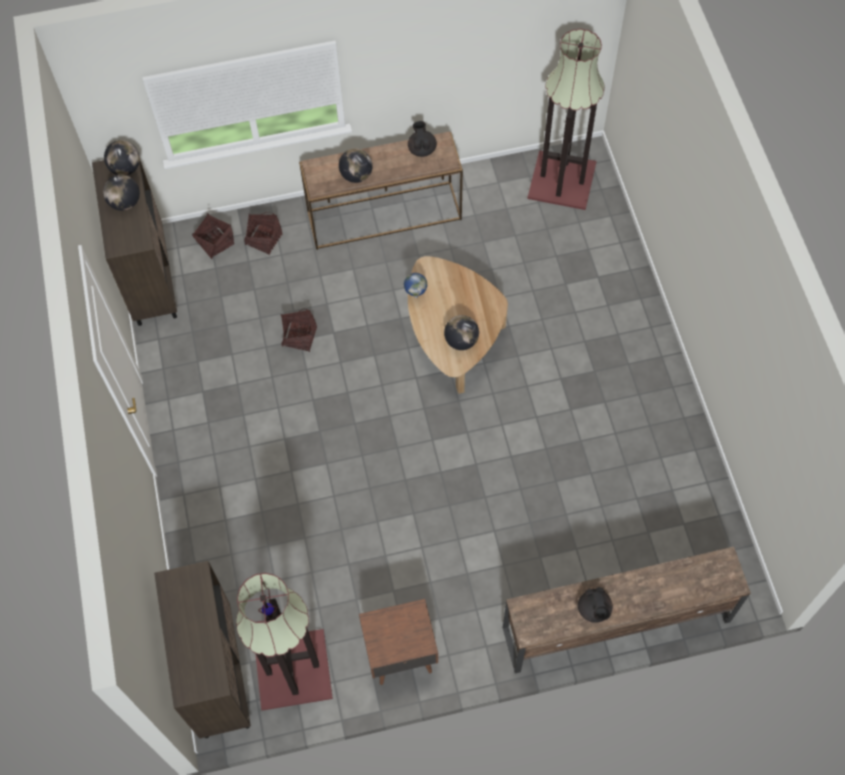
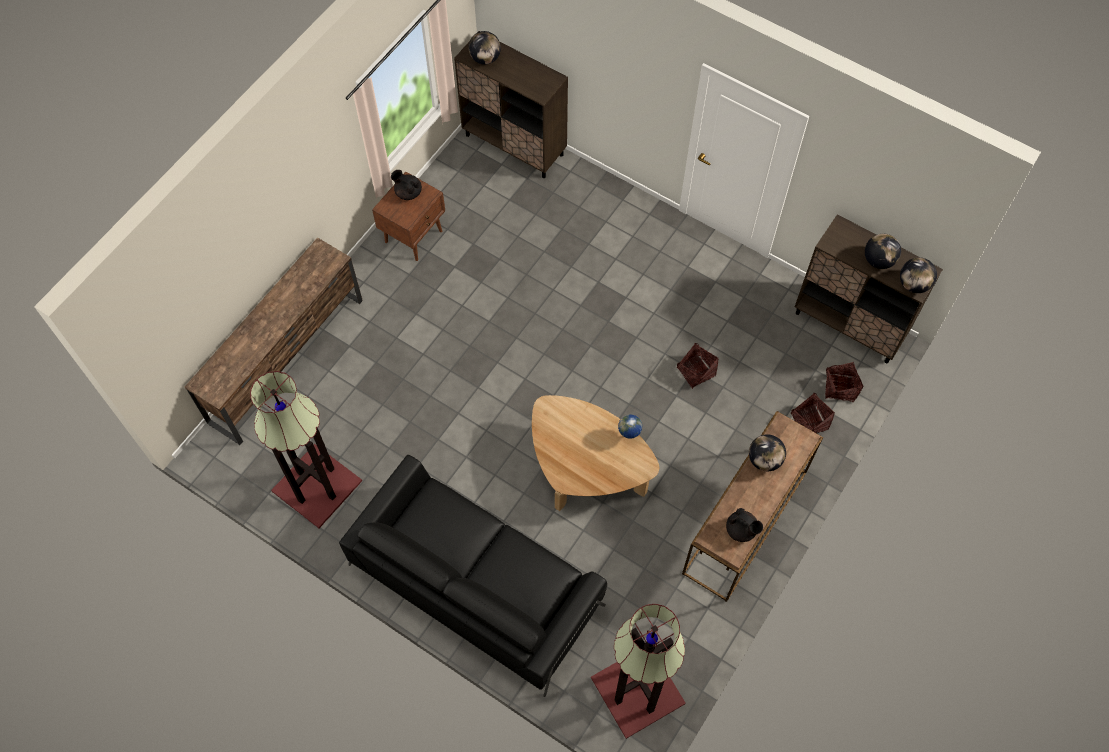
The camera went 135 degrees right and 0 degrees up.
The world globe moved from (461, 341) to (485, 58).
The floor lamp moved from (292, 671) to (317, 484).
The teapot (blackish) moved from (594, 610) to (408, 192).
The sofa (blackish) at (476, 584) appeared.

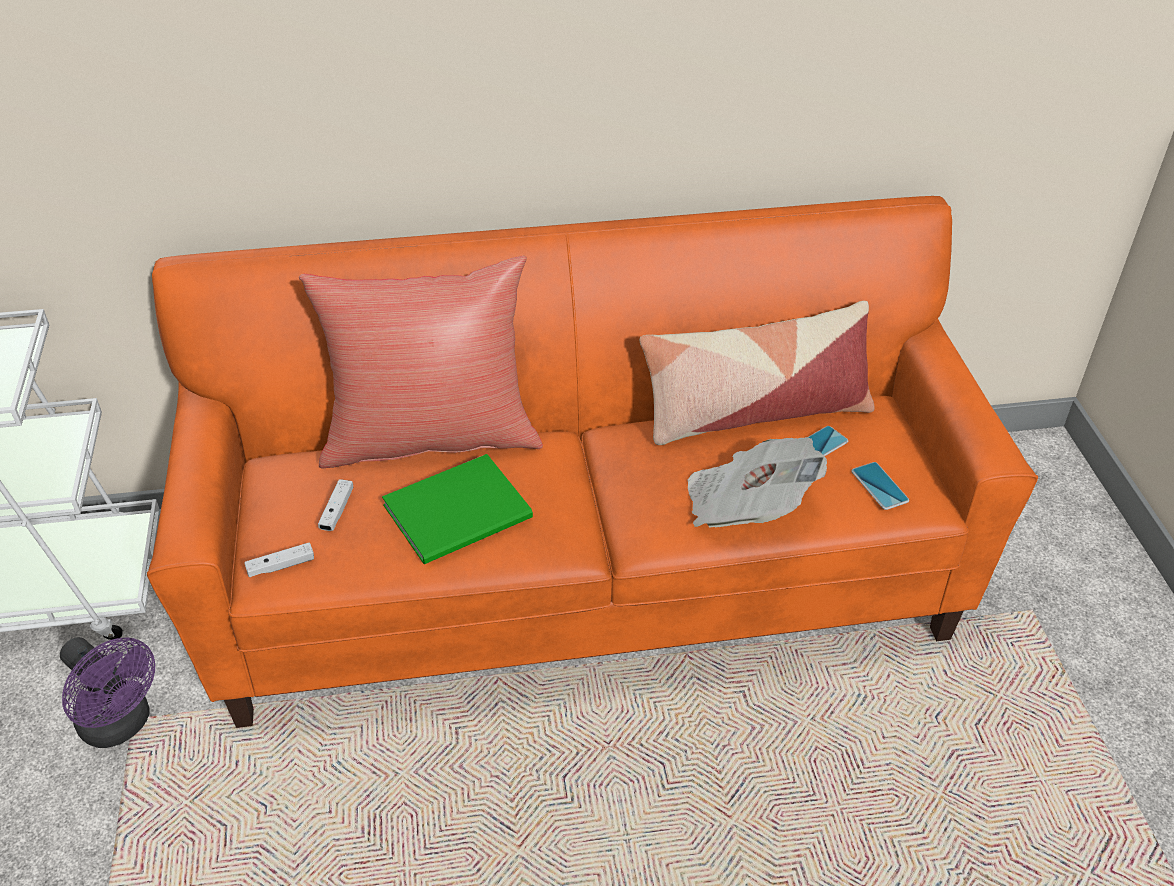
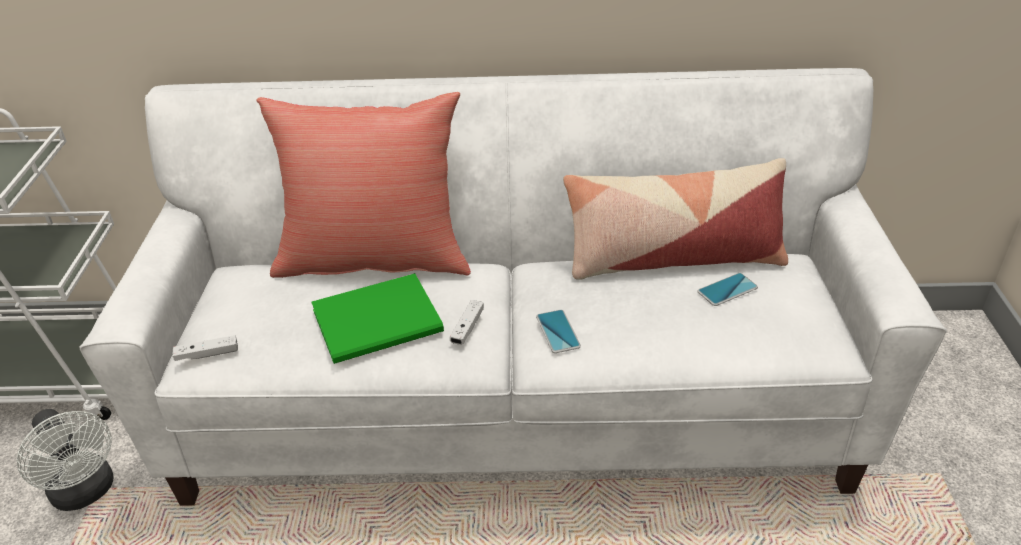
The camera went 10 degrees right and 5 degrees down.
The sofa (orange-coloured) at (584, 583) became the sofa (white-coloured) at (514, 409).
The daily paper at (747, 506) disappeared.
The telephone moved from (879, 486) to (557, 332).
The game controller (white-coloured) moved from (337, 511) to (467, 328).
The electric fan (purple) at (121, 725) became the electric fan (white-coloured) at (86, 493).

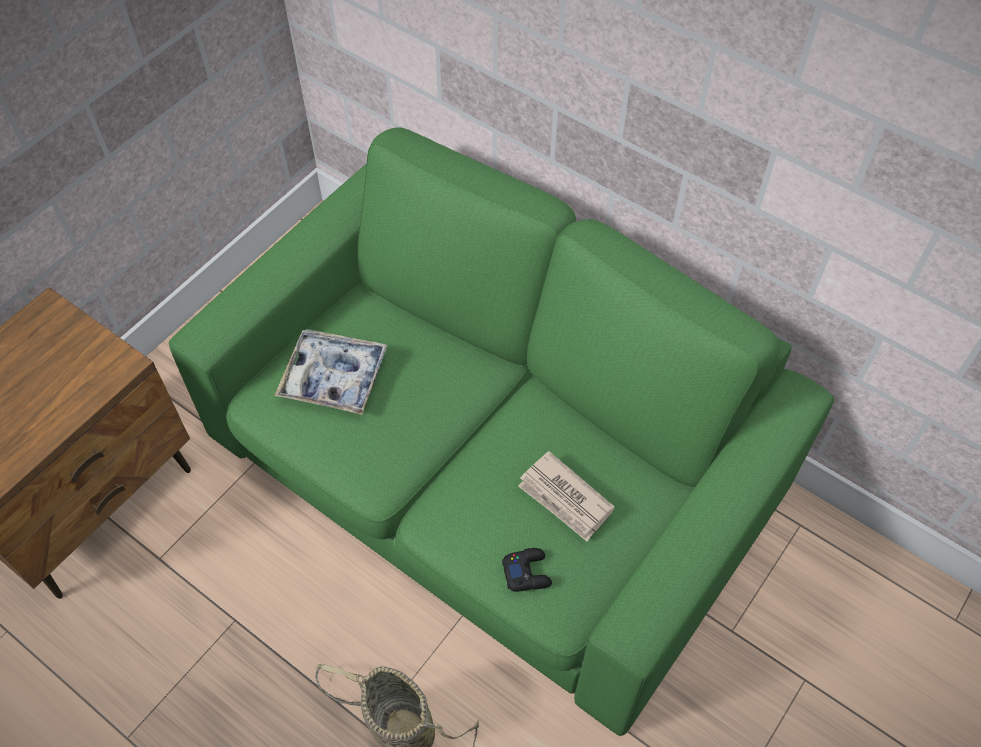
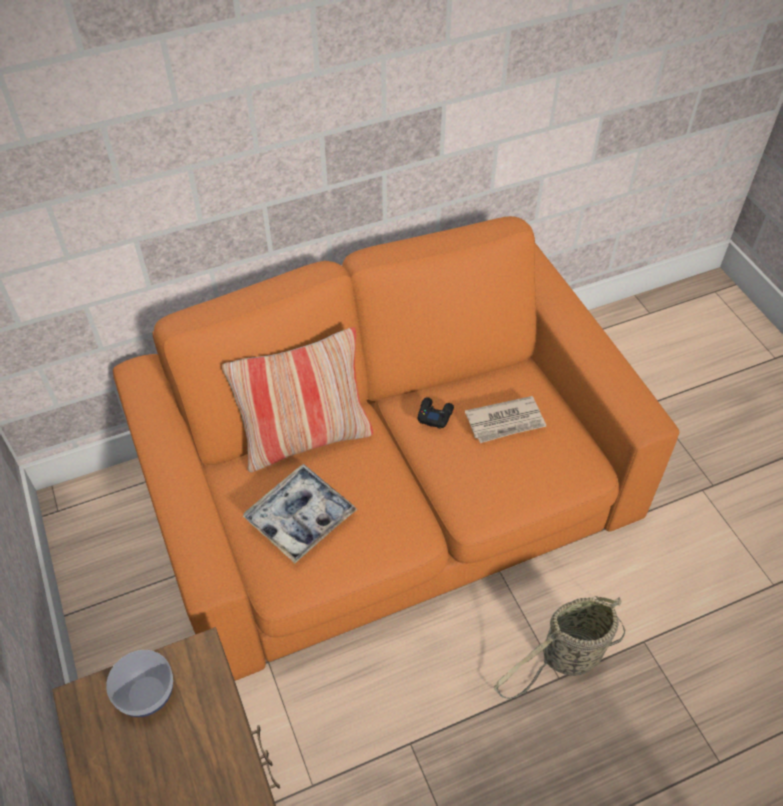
The camera went 60 degrees left and 5 degrees down.
The sofa (greenish) at (491, 468) became the sofa (orange-coloured) at (391, 495).
The game controller (blackish) moved from (527, 572) to (434, 415).
The cushion at (306, 438) appeared.
The bowl at (147, 694) appeared.

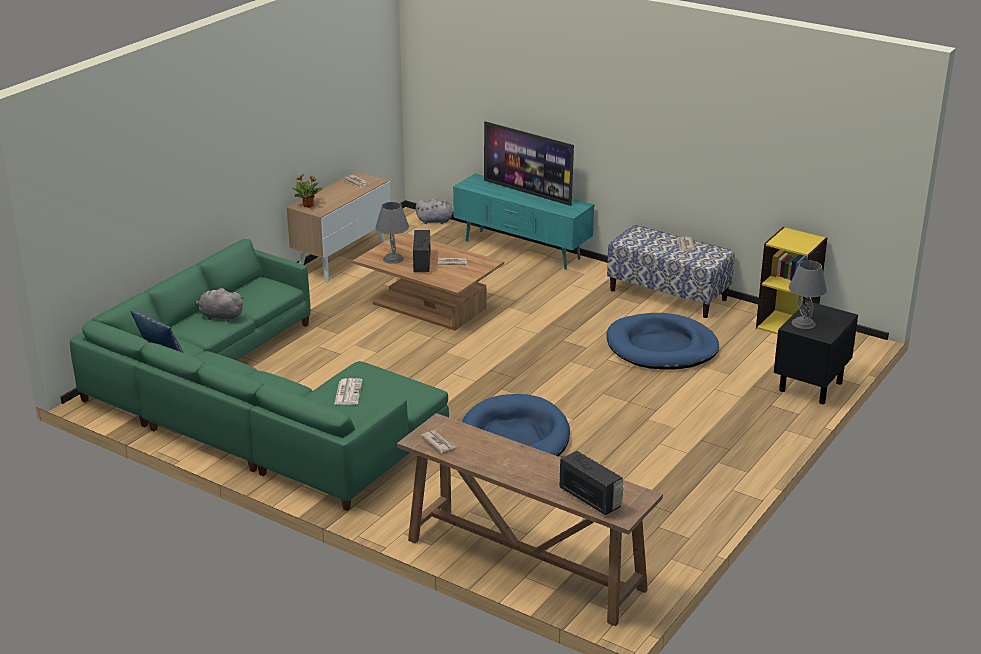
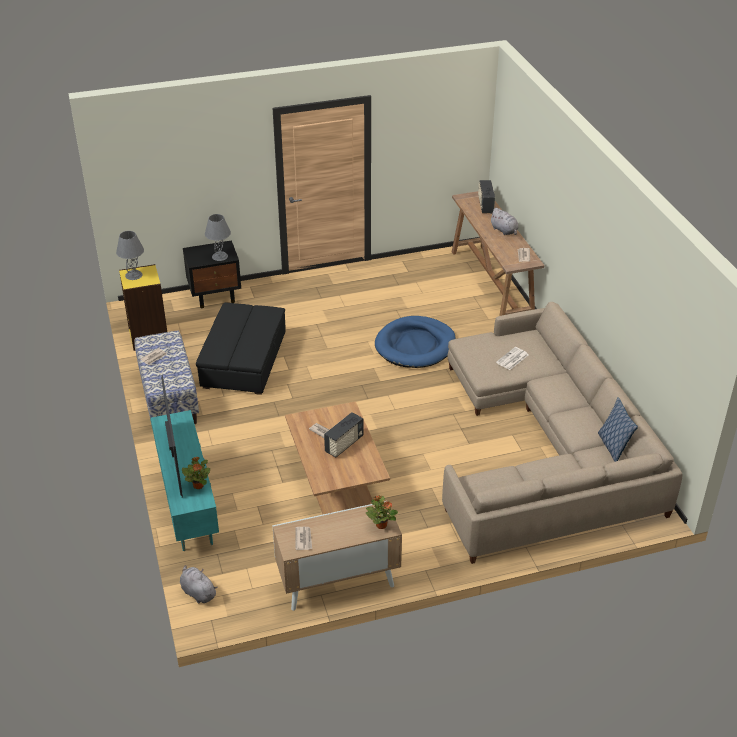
The camera went 140 degrees left and 10 degrees up.
The table lamp (gray) moved from (393, 258) to (134, 275).
The sofa (greenish) at (255, 405) became the sofa (beige-coloured) at (547, 448).
The soft toy (gray) moved from (220, 316) to (504, 231).
The dog cushion (blue) at (661, 347) was replaced by the footrest (blackish) at (244, 360).
The potted plant at (198, 485) appeared.

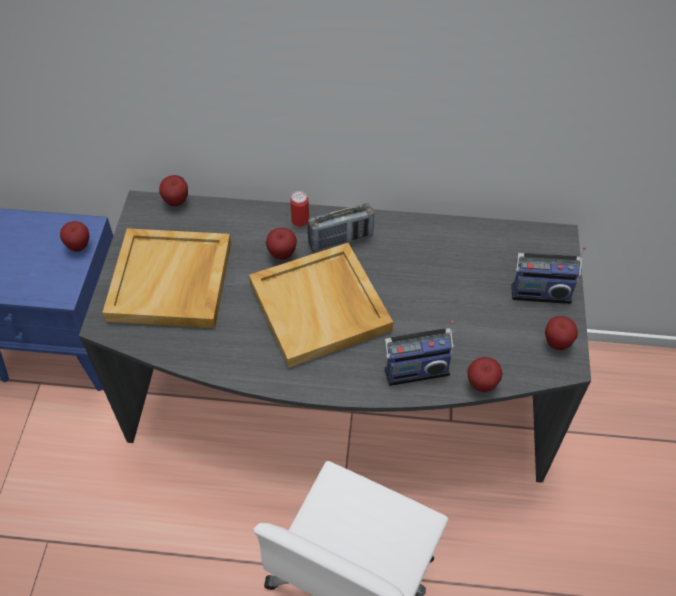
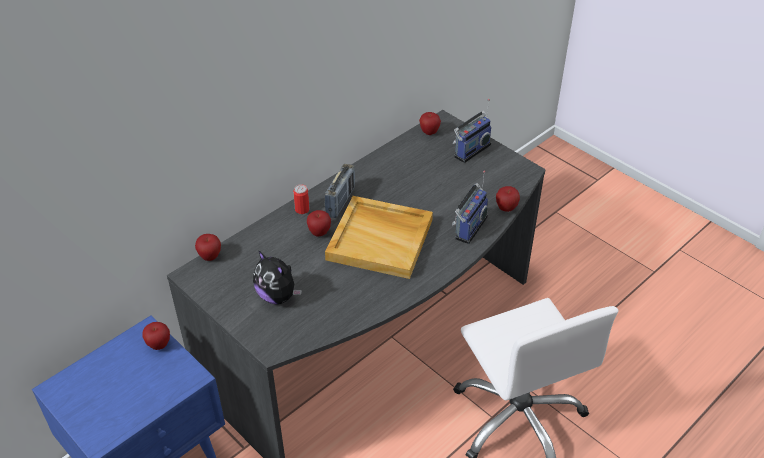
The camera went 50 degrees left and 10 degrees down.
The carrying tray (beige-coloured) at (171, 282) was replaced by the soft toy at (278, 296).
The apple fruit moved from (557, 343) to (429, 132).

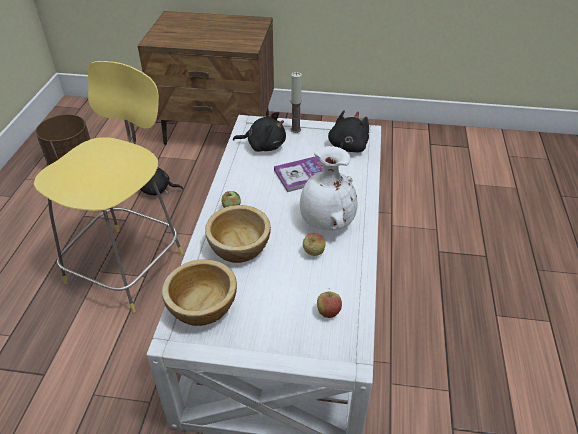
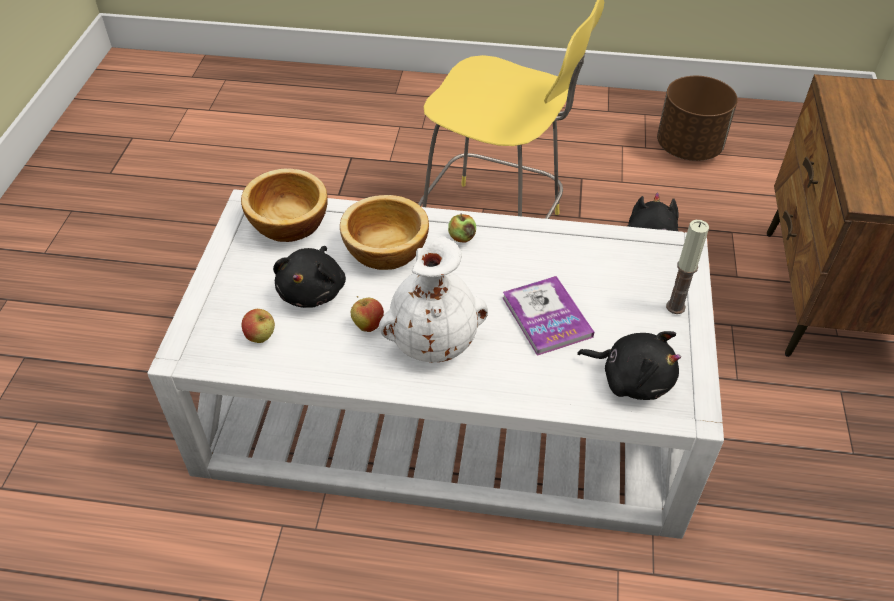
The camera went 90 degrees right and 5 degrees up.
The soft toy (blackish) moved from (264, 145) to (313, 291).

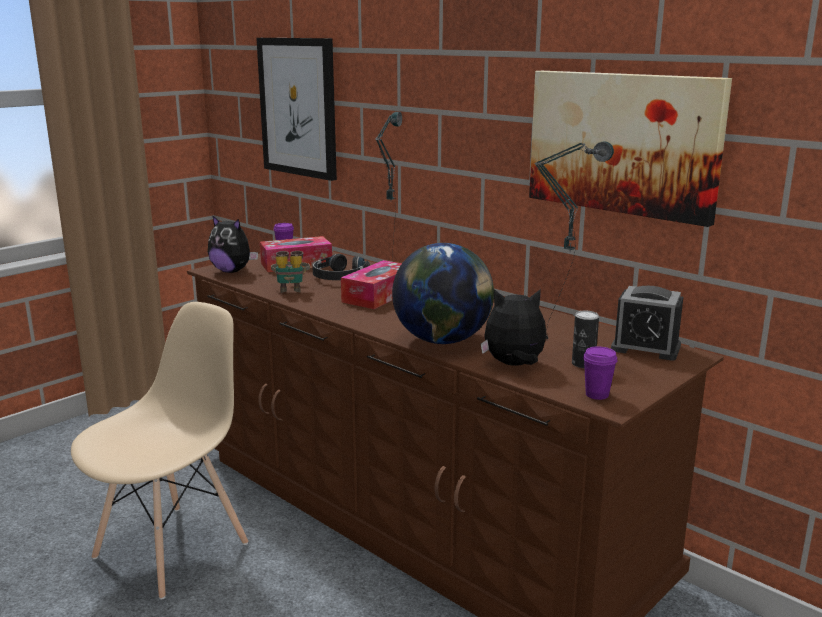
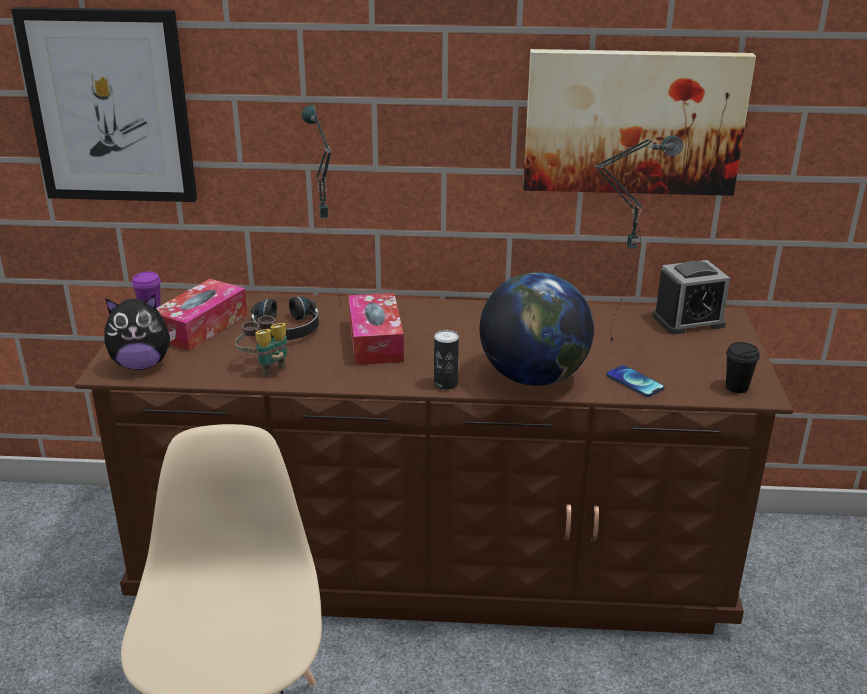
The camera went 40 degrees left and 10 degrees up.
The soft toy at (514, 365) was replaced by the telephone at (634, 382).
The sealed can moved from (583, 364) to (445, 384).
The cup (purple) at (597, 395) became the cup (blackish) at (737, 387).

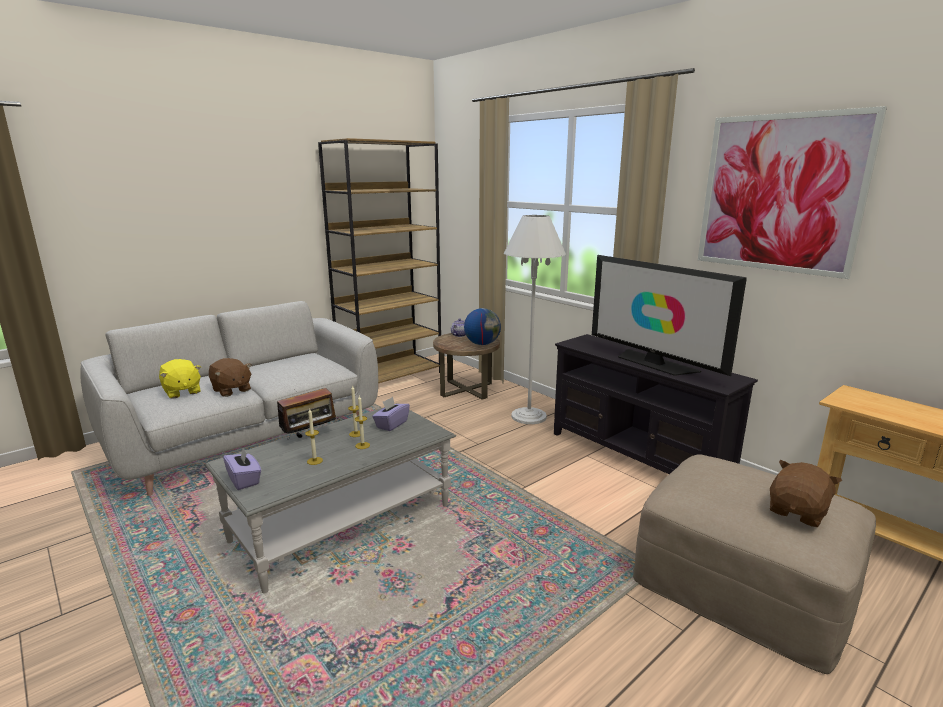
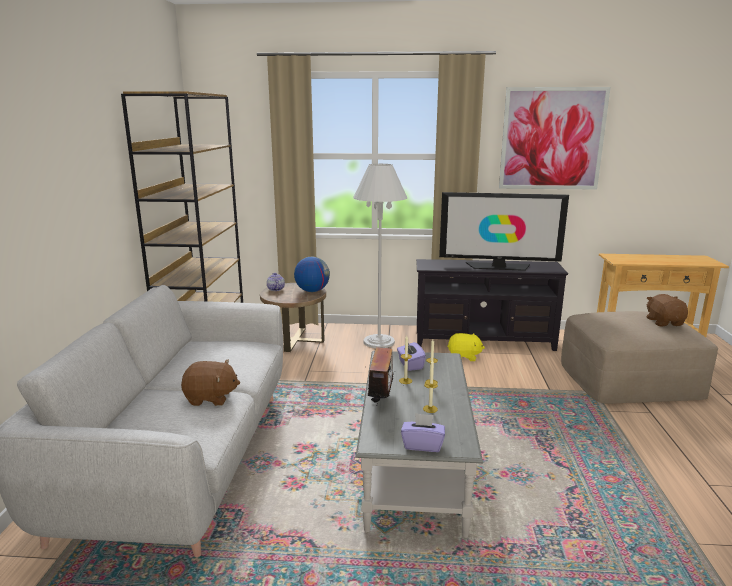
The camera went 45 degrees left and 0 degrees up.
The soft toy (yellowish) moved from (182, 392) to (464, 357).

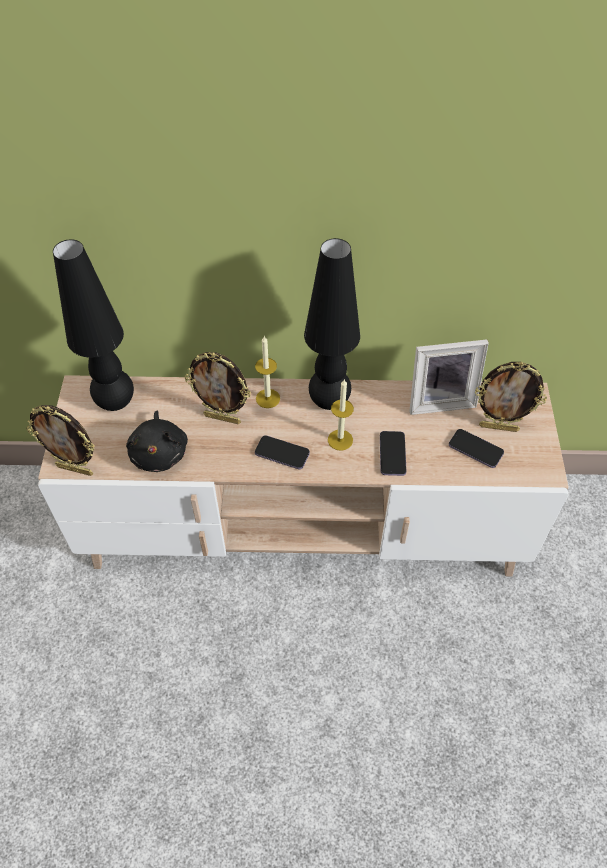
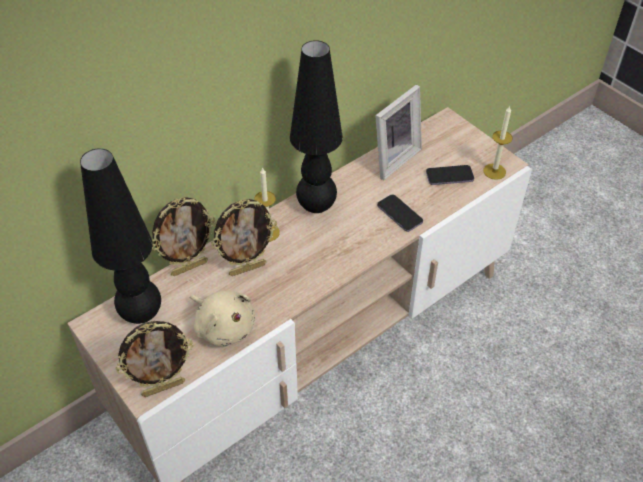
The camera went 40 degrees left and 5 degrees down.
The standing frame moved from (499, 427) to (189, 267).
The candle moved from (340, 440) to (494, 171).
The soft toy (blackish) at (160, 453) became the soft toy (beige-coloured) at (224, 326).
The telephone at (282, 453) disappeared.

